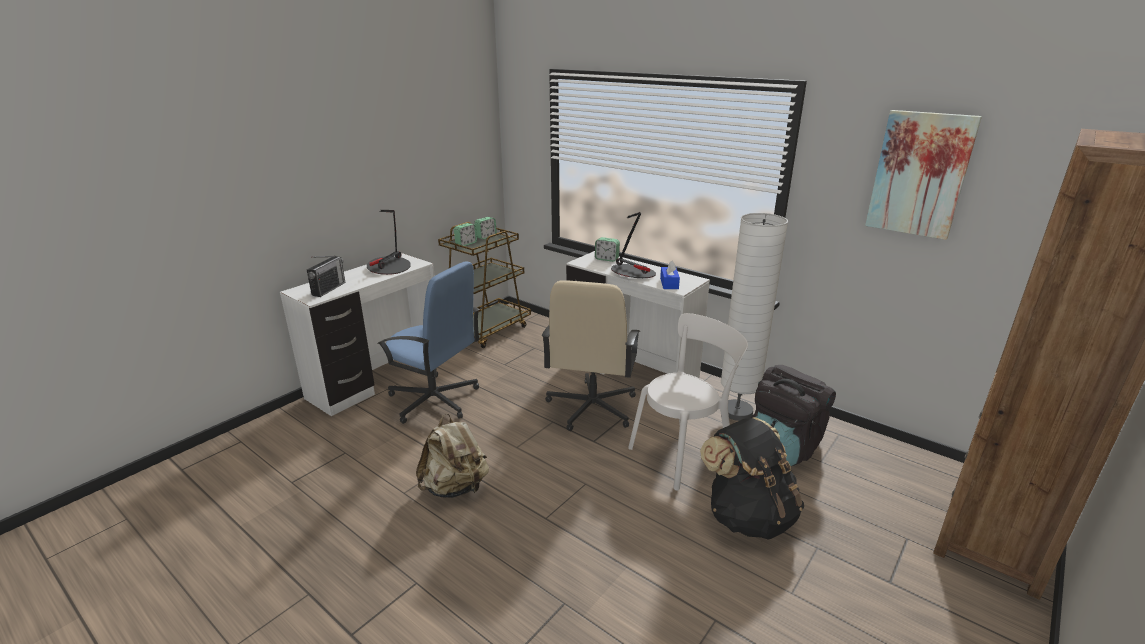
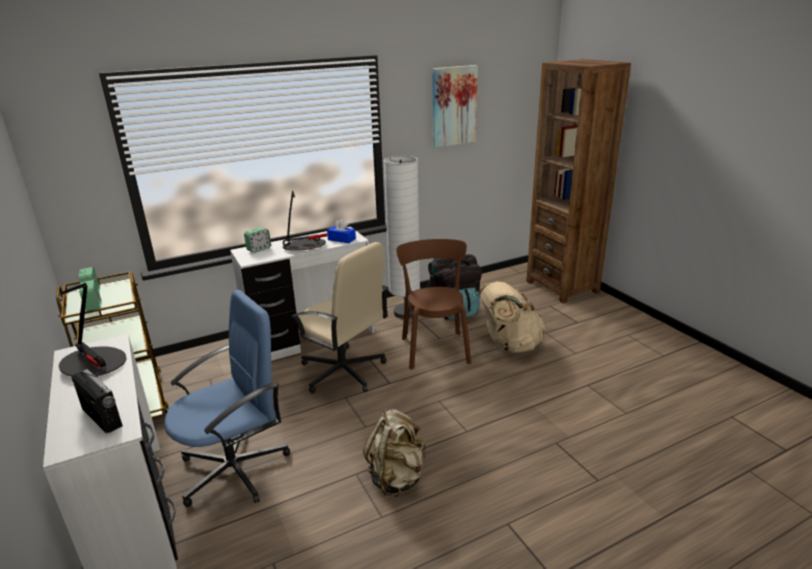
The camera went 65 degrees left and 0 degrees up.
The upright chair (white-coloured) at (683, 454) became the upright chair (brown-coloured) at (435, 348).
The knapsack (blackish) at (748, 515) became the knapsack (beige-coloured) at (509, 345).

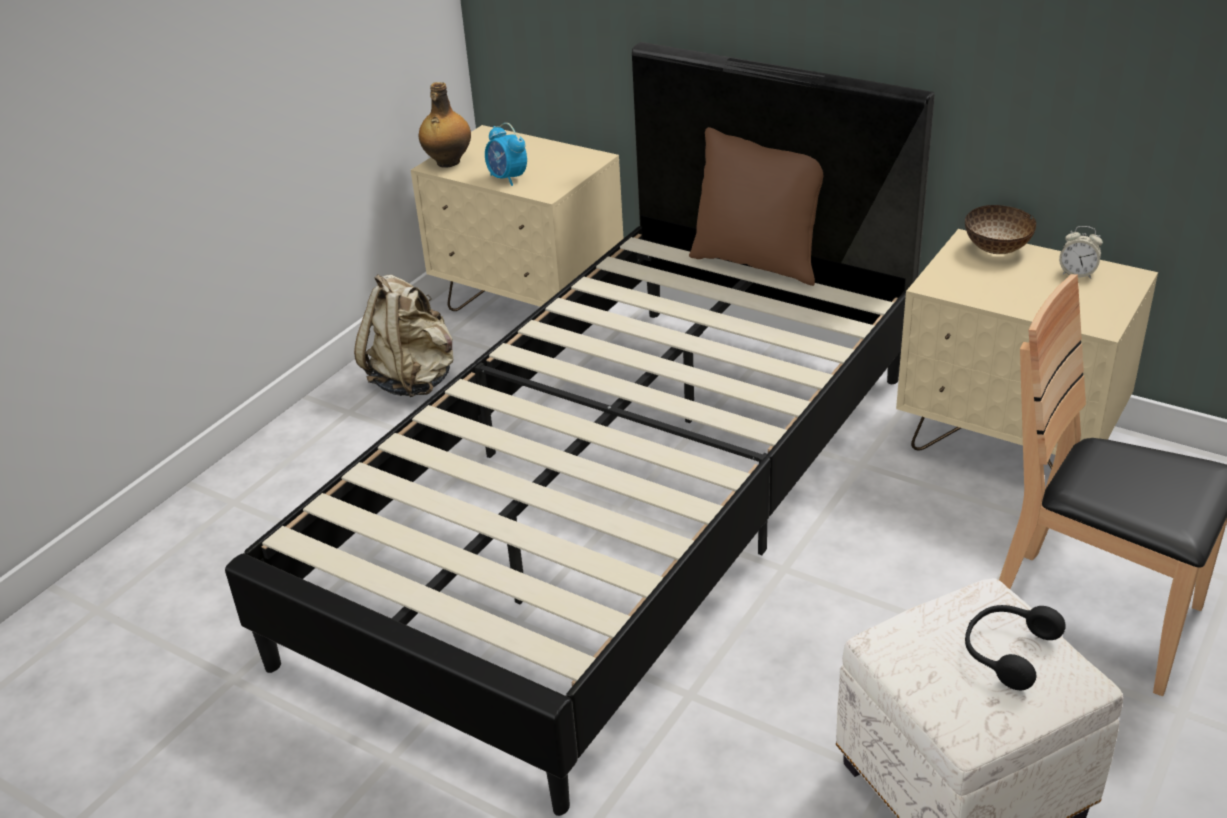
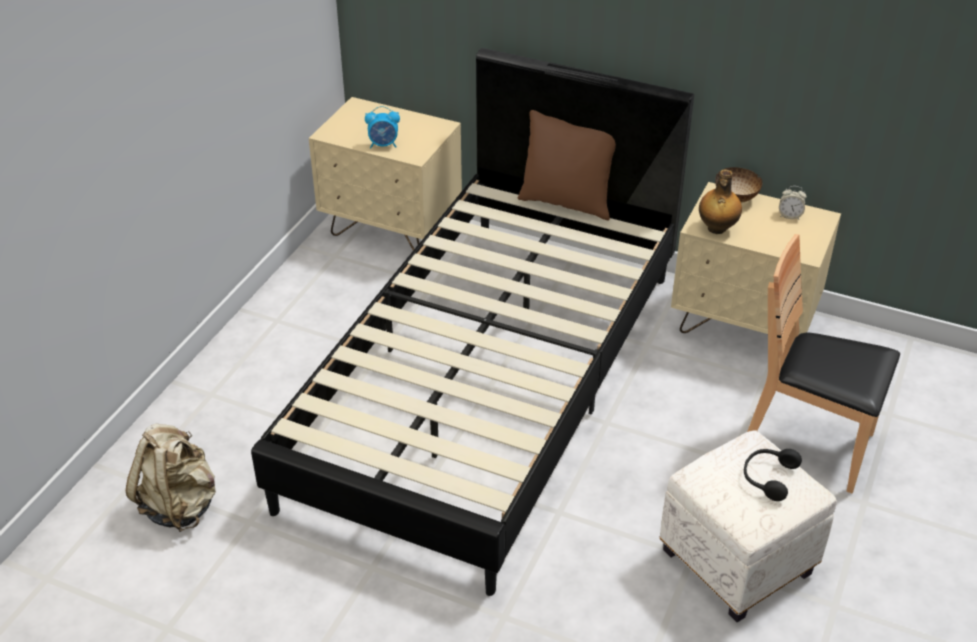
The camera went 10 degrees left and 5 degrees up.
The drink bottle moved from (447, 162) to (716, 228).
The alarm clock at (507, 178) turned 45 degrees counterclockwise.
The knapsack (beige-coloured) moved from (414, 380) to (180, 505).

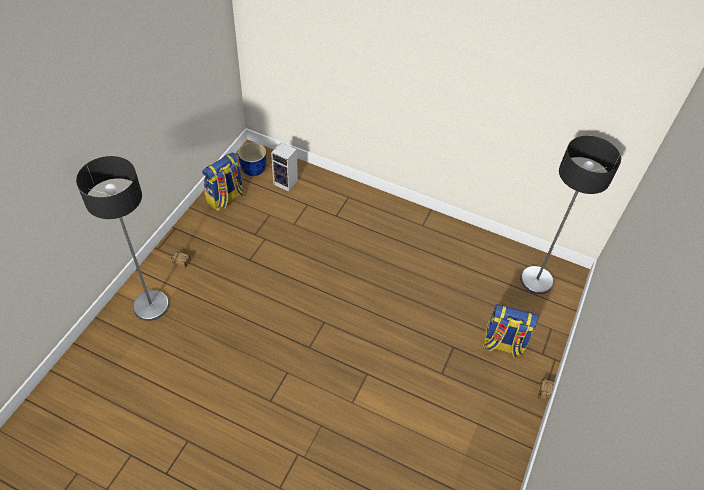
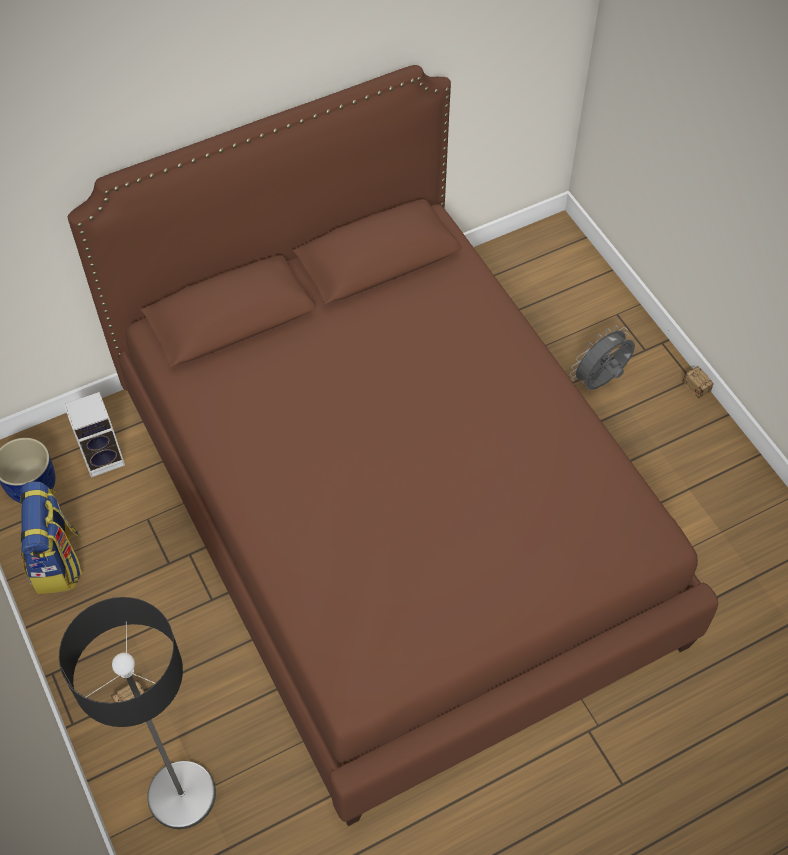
The camera went 50 degrees left and 5 degrees up.
The floor lamp at (537, 280) disappeared.
The knapsack at (502, 344) was replaced by the electric fan (gray) at (600, 382).
The bedroom bed (brown-coloured) at (394, 514) appeared.

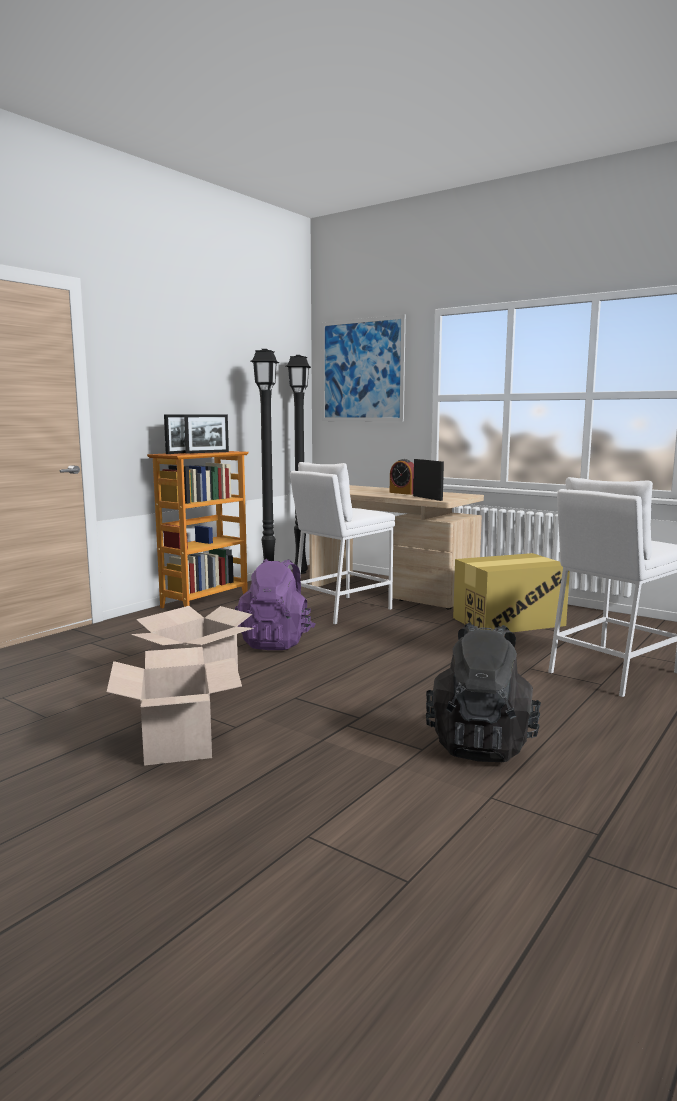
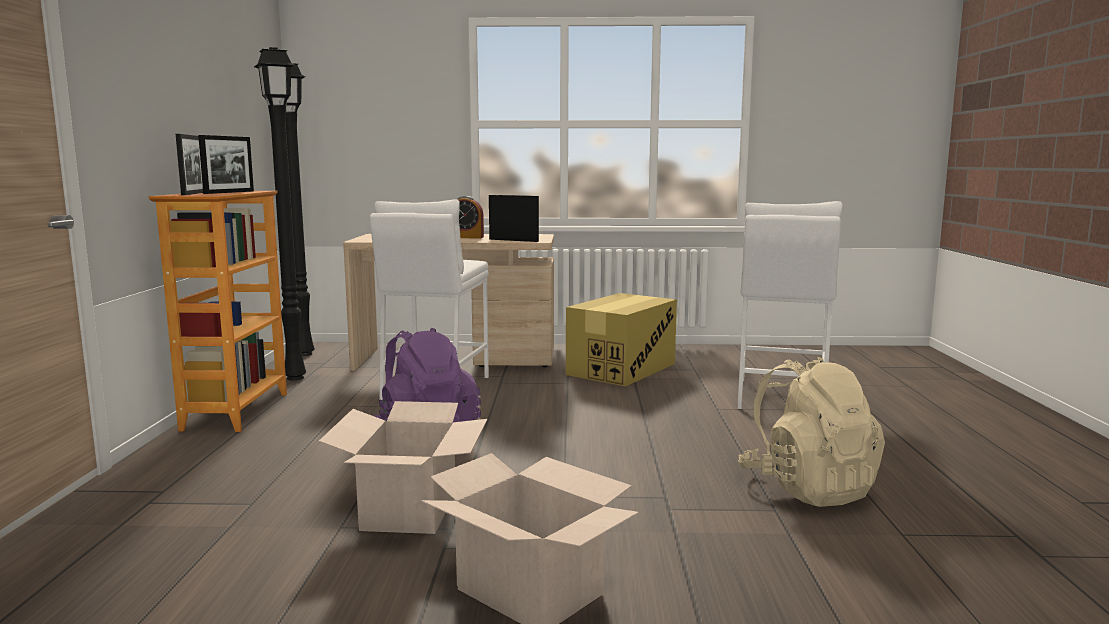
The camera went 35 degrees left and 0 degrees up.
The wall art at (362, 370) disappeared.
The knapsack (blackish) at (481, 743) became the knapsack (beige-coloured) at (807, 488).

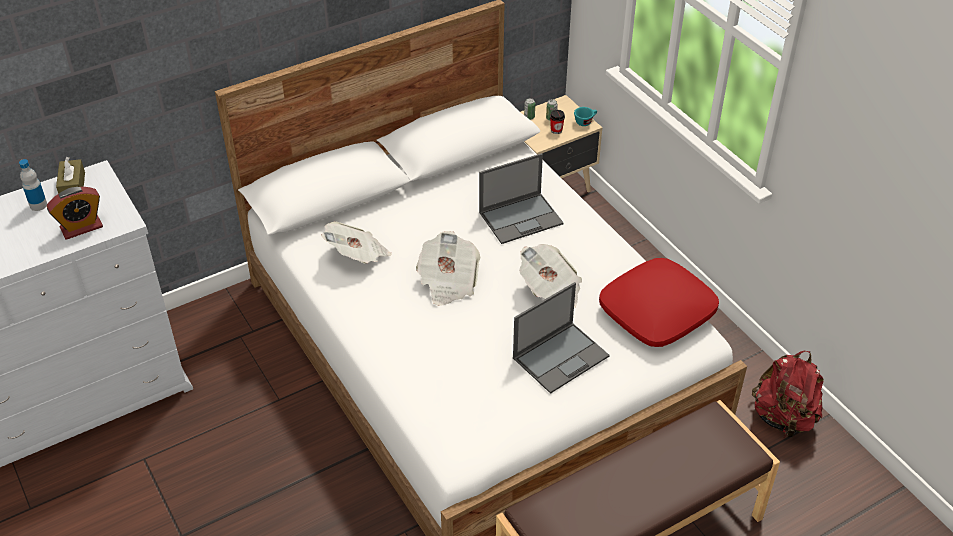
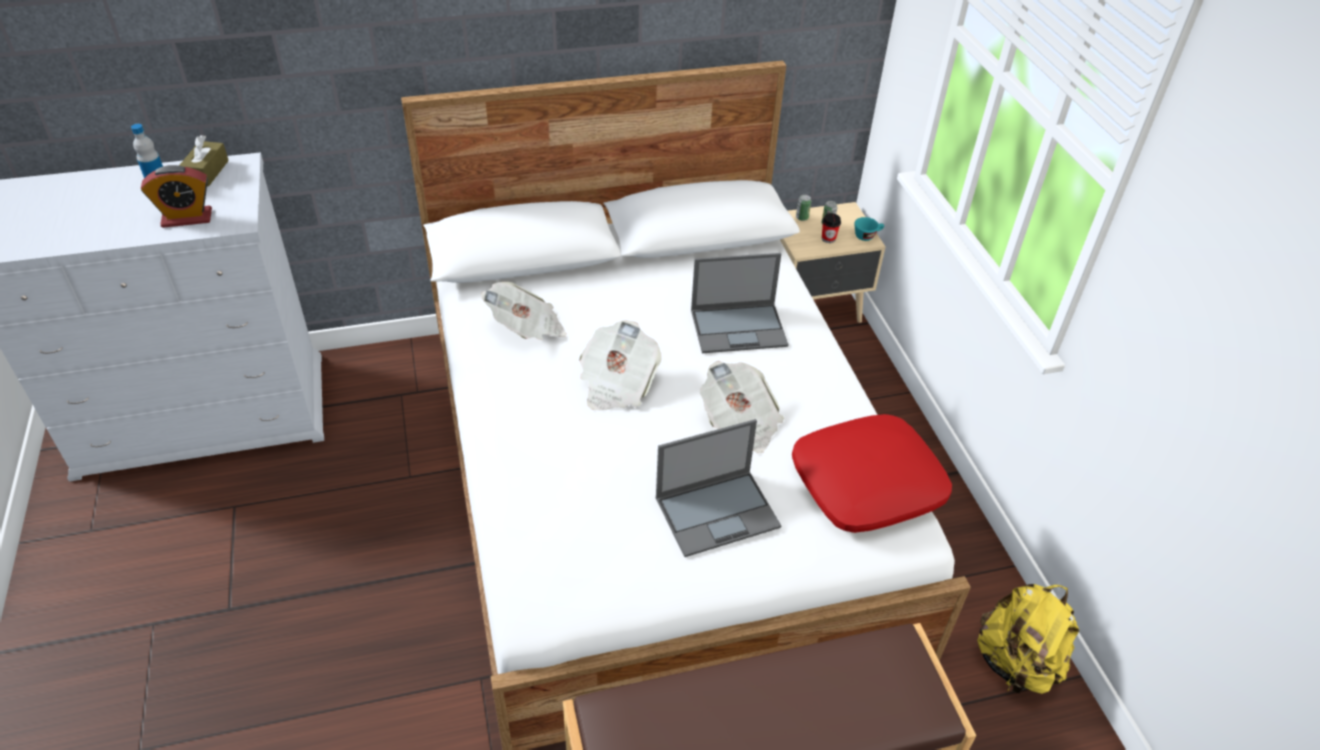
The camera went 15 degrees right and 0 degrees up.
The knapsack (red) at (783, 418) became the knapsack (yellowish) at (1016, 663).

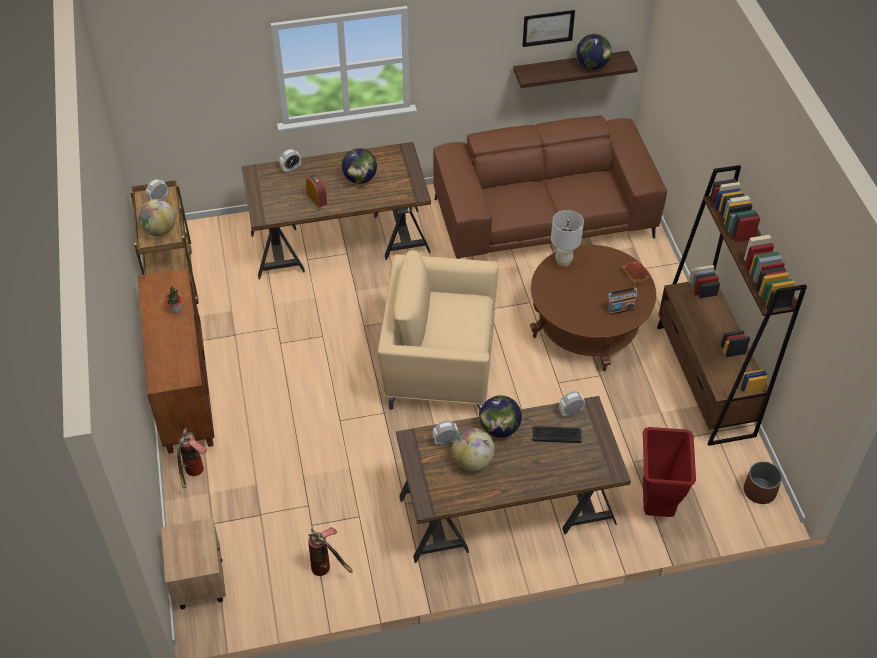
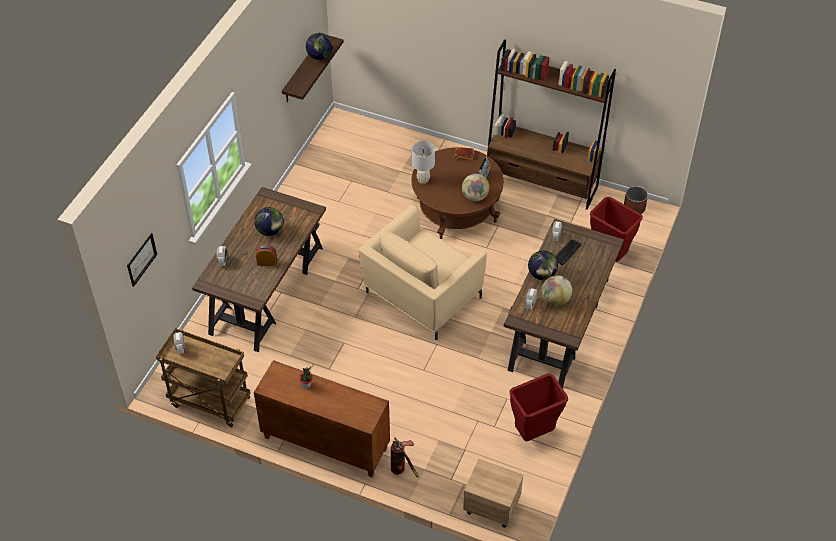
The camera went 55 degrees left and 0 degrees up.
The wall art moved from (548, 28) to (141, 259).
The sofa (brown-coloured) at (543, 219) disappeared.
The world globe moved from (159, 230) to (475, 197).
The fire-fighting cylinder at (328, 568) was replaced by the rubbish bin (red) at (533, 434).

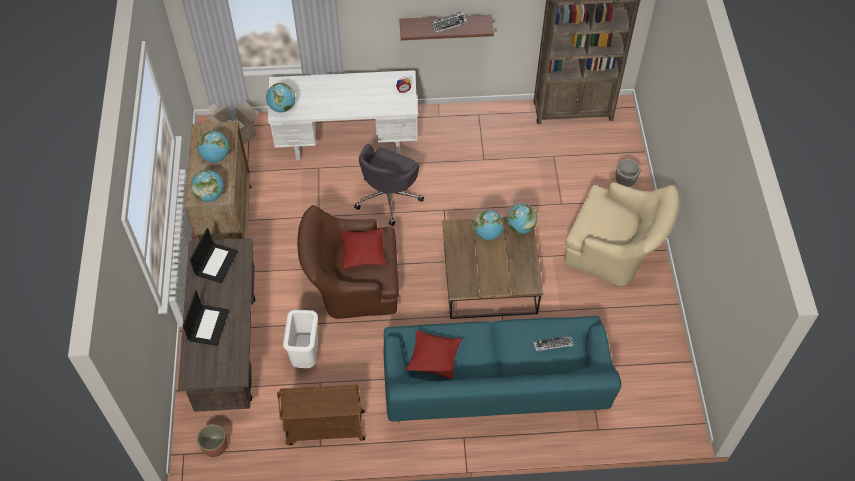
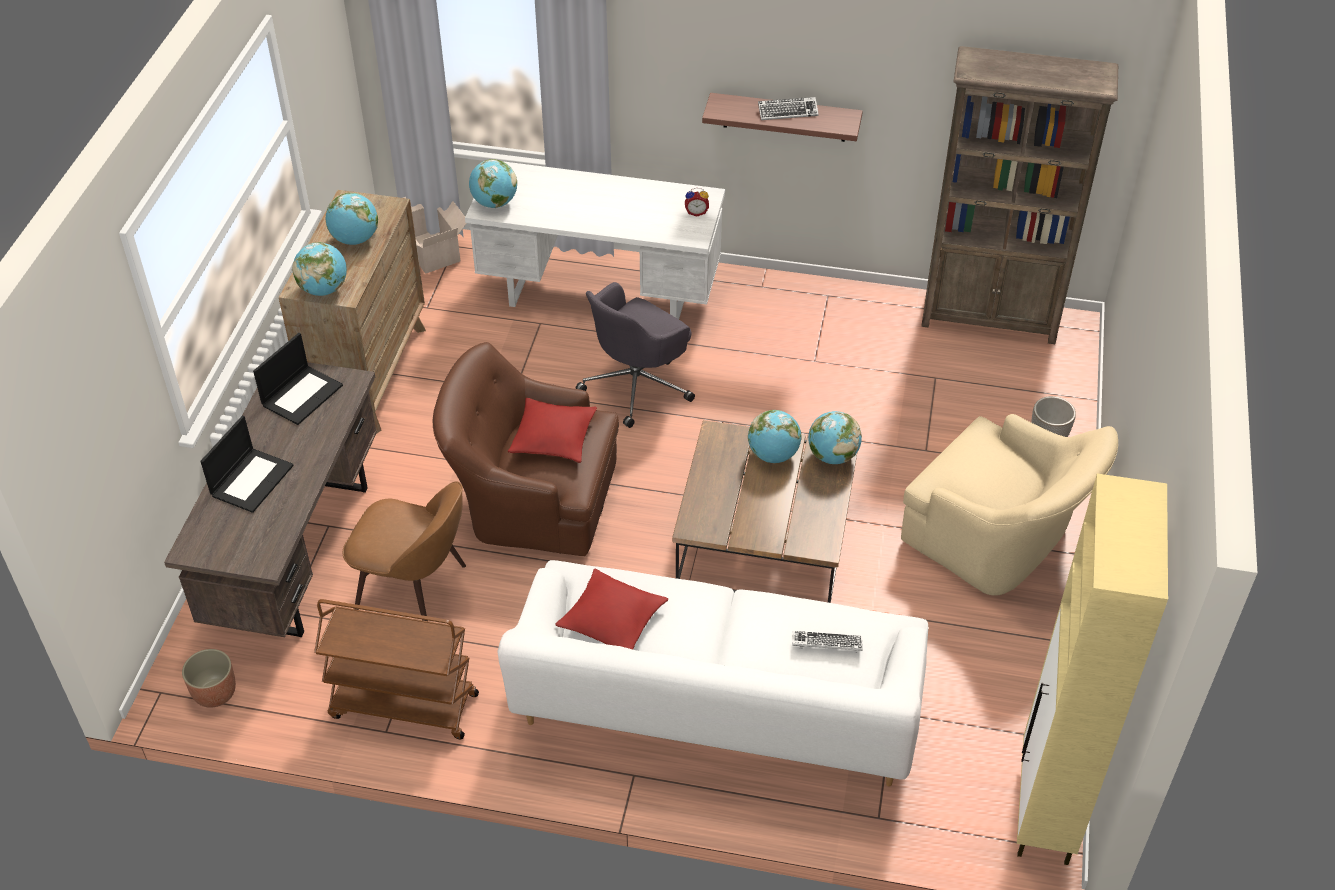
The camera went 15 degrees right and 10 degrees down.
The rubbish bin (white-coloured) at (306, 356) was replaced by the upright chair (brown-coloured) at (415, 591).
The sofa (turquoise) at (495, 385) became the sofa (white-coloured) at (717, 704).
The cabinet (beige-coloured) at (1044, 810) appeared.

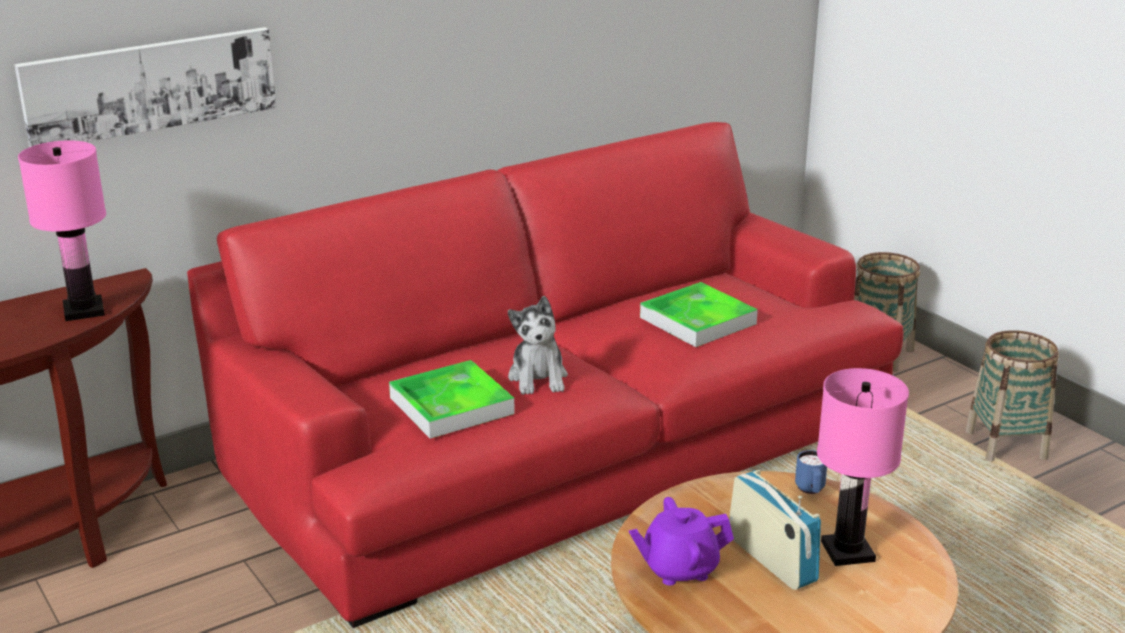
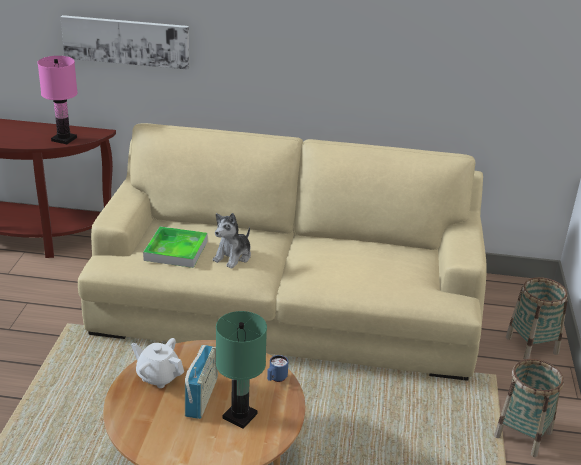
The camera went 40 degrees right and 5 degrees up.
The sofa (red) at (561, 446) became the sofa (beige-coloured) at (287, 304).
The carrying tray at (698, 320) disappeared.
The table lamp (pinkish) at (847, 552) became the table lamp (greenish) at (239, 416).
The teapot (purple) at (679, 569) became the teapot (white-coloured) at (158, 376).

